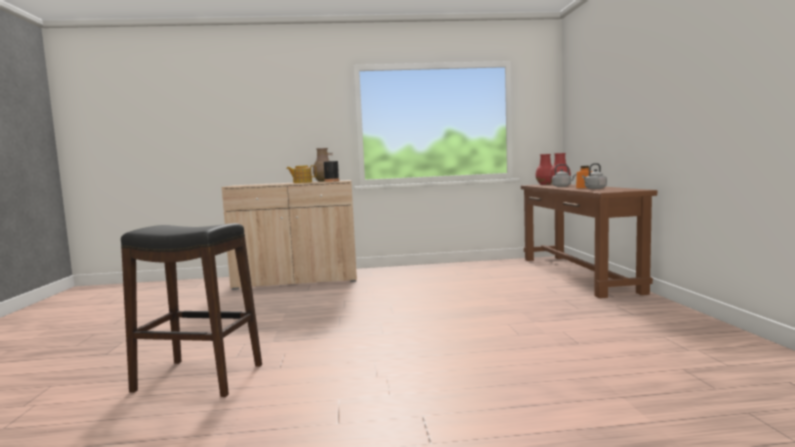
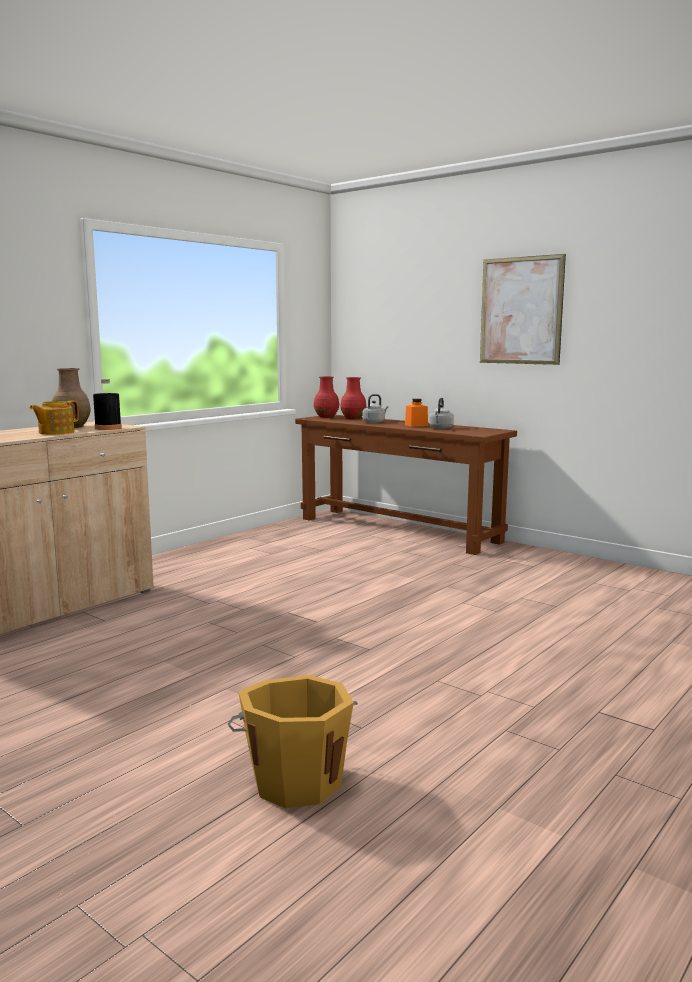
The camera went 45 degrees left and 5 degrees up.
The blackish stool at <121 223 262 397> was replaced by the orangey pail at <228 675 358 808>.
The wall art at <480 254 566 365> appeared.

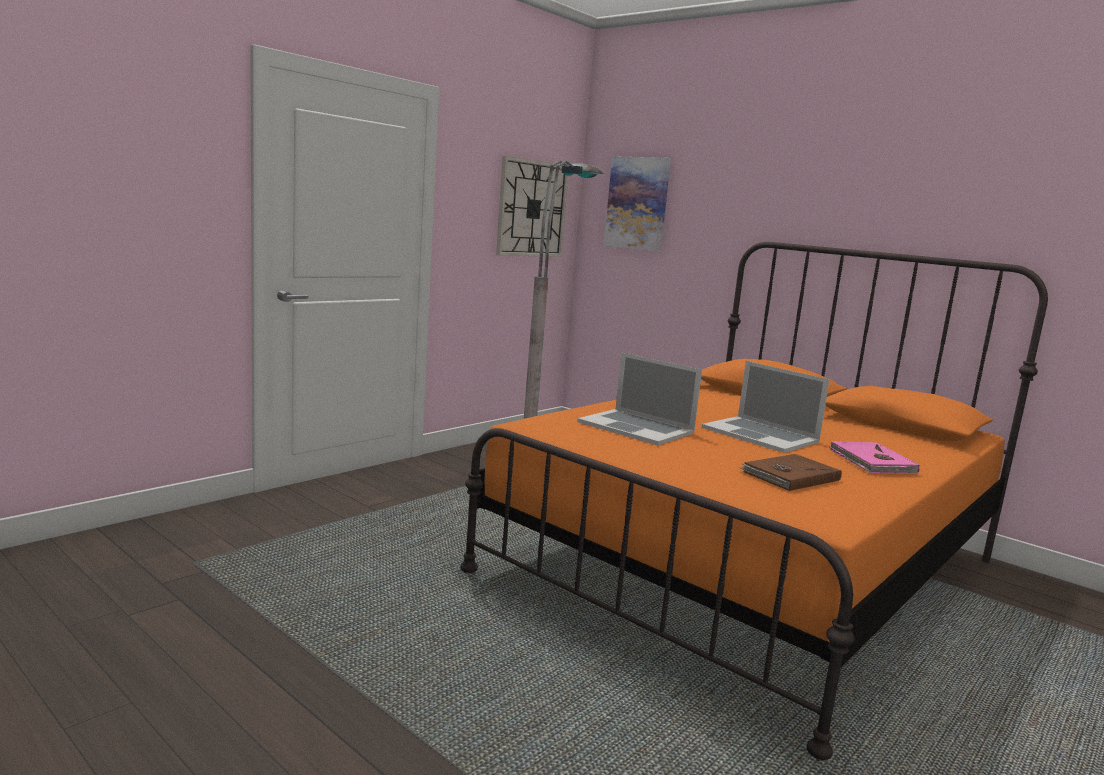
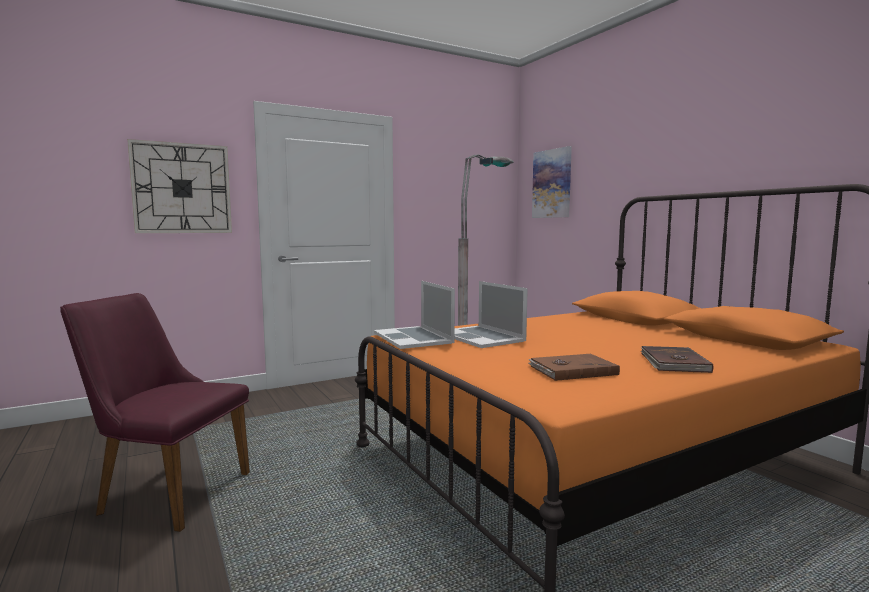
The camera went 20 degrees right and 5 degrees down.
The clock on the wall moved from <496 156 568 257> to <127 139 232 233>.
The portable computer moved from <702 361 830 453> to <374 281 455 349>.
The pinkish bound book at <830 441 920 474> became the brown bound book at <641 346 713 373>.
The purple-coloured upright chair at <60 293 250 532> appeared.

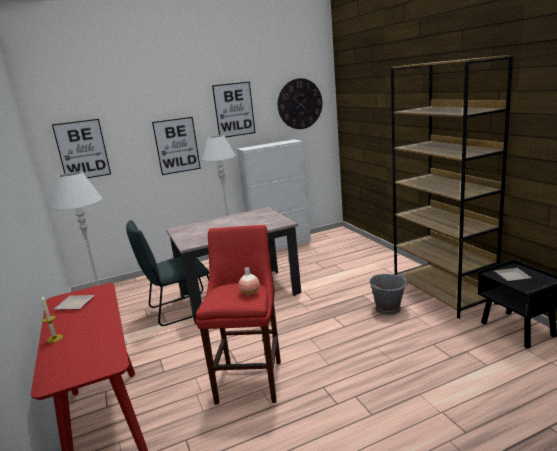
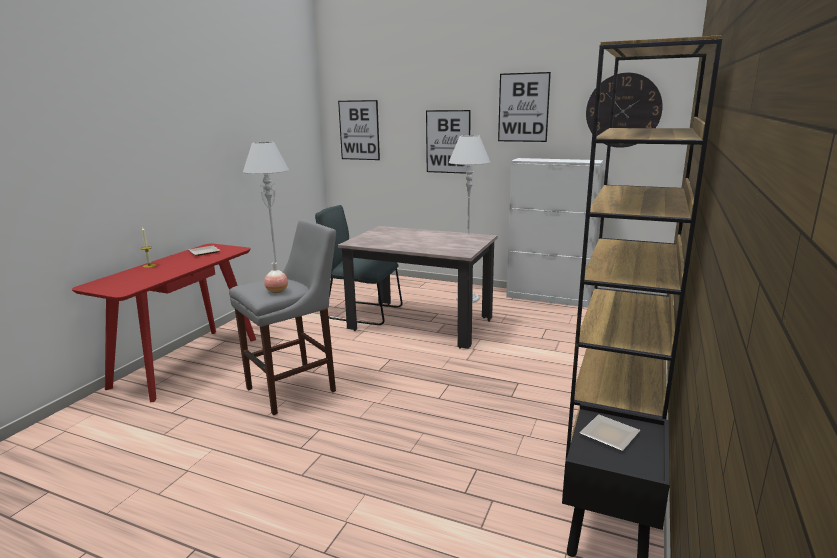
The camera went 45 degrees right and 0 degrees up.
The reddish stool at <196 225 281 404> became the grey stool at <229 219 336 415>.
The grey pail at <369 273 407 315> disappeared.

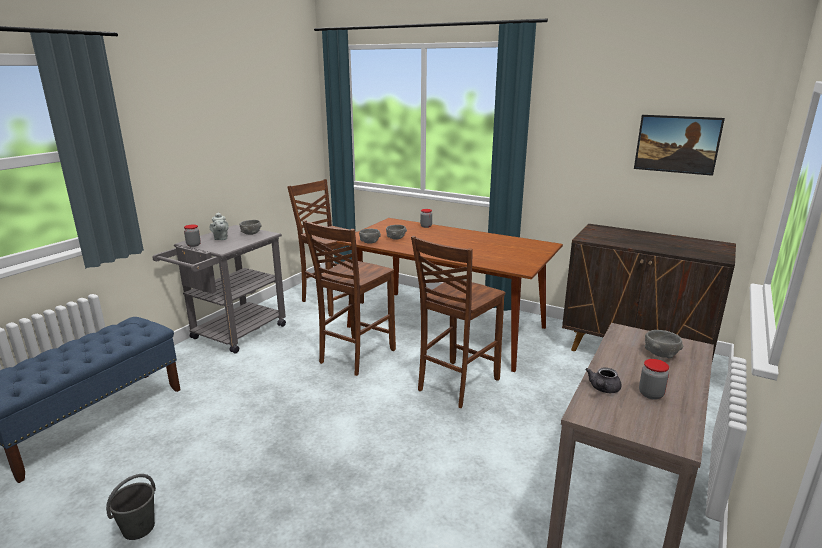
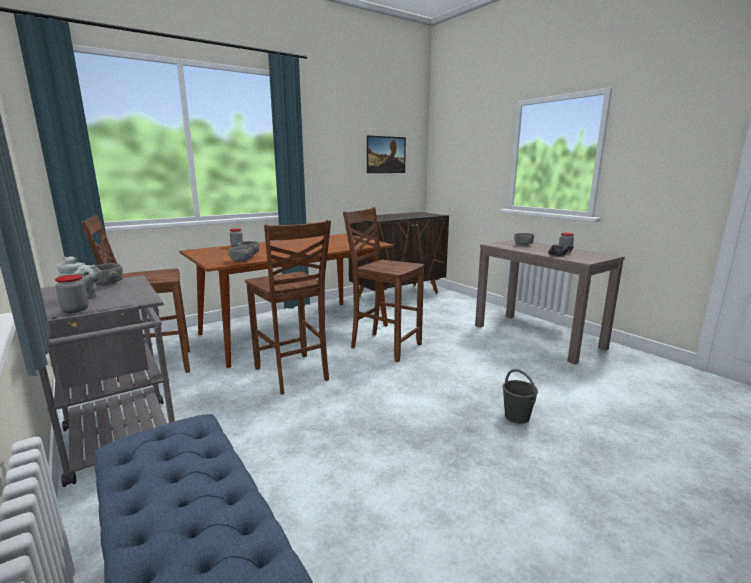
The camera went 65 degrees left and 5 degrees down.
The grey pail moved from <106 474 156 540> to <503 369 538 424>.
The brown upright chair at <411 236 505 408> turned 150 degrees clockwise.

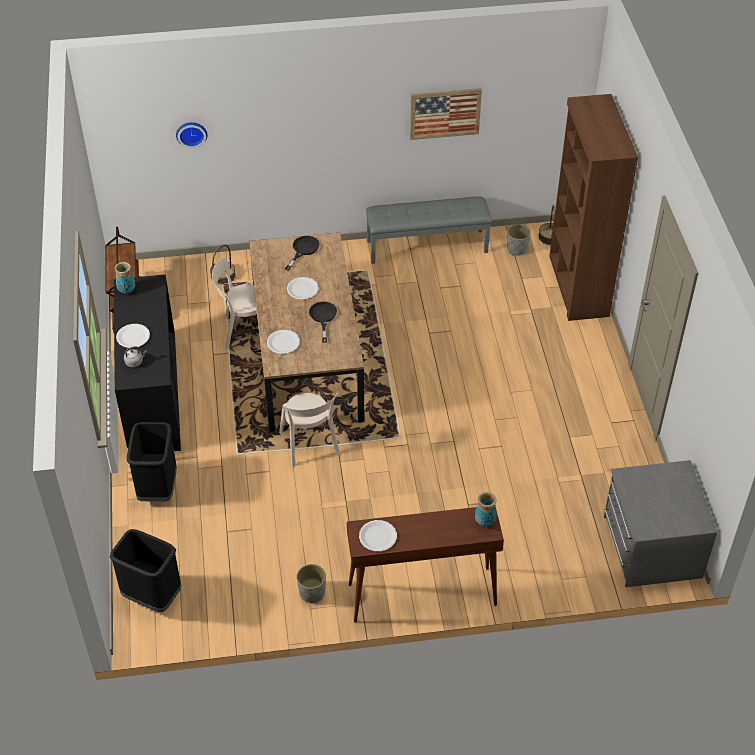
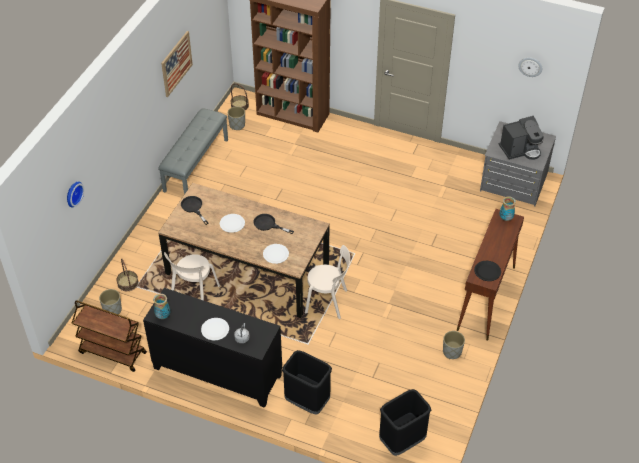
The camera went 60 degrees left and 0 degrees up.
The white dinner plate at <359 520 397 551> became the blackish dinner plate at <474 261 501 281>.
The grey planter at <99 289 122 315> appeared.
The coffee machine at <499 116 544 160> appeared.
The clock on the wall at <518 57 542 77> appeared.

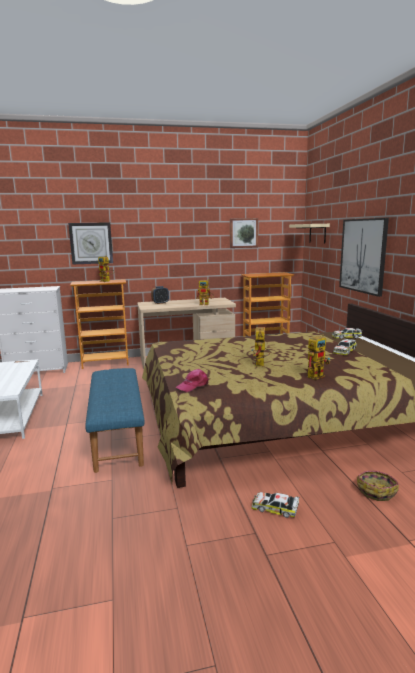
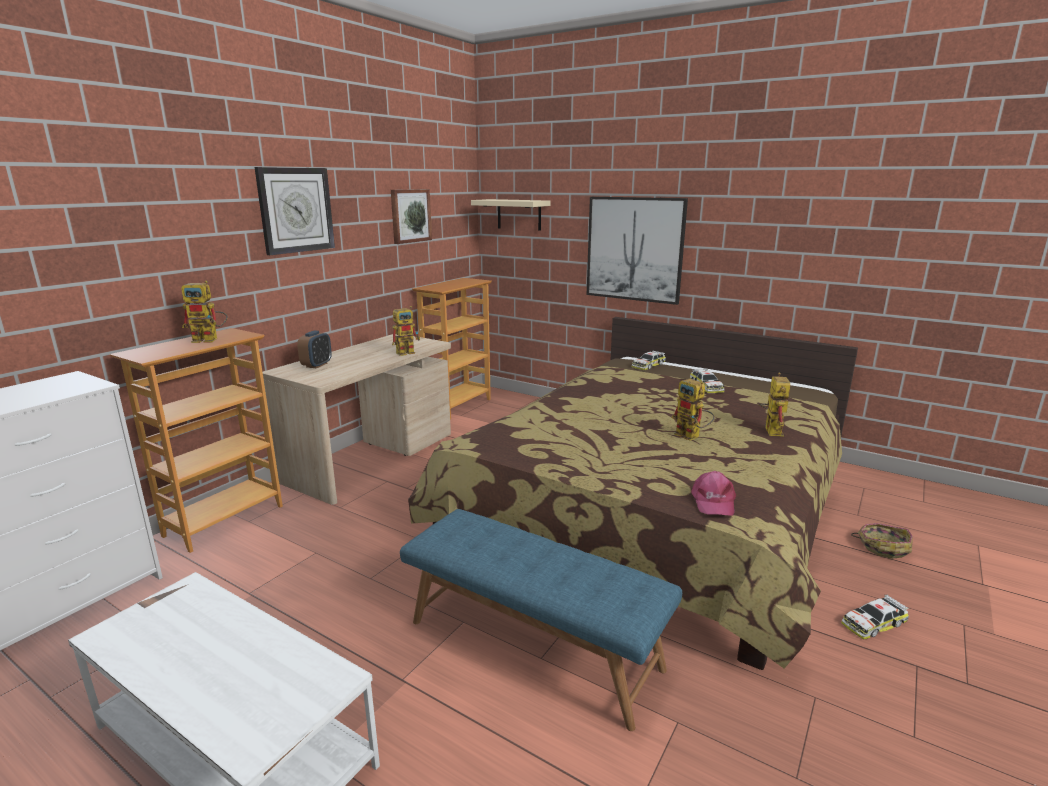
The camera went 45 degrees left and 5 degrees up.
The clock on the wall moved from <68 222 113 265> to <255 167 335 255>.

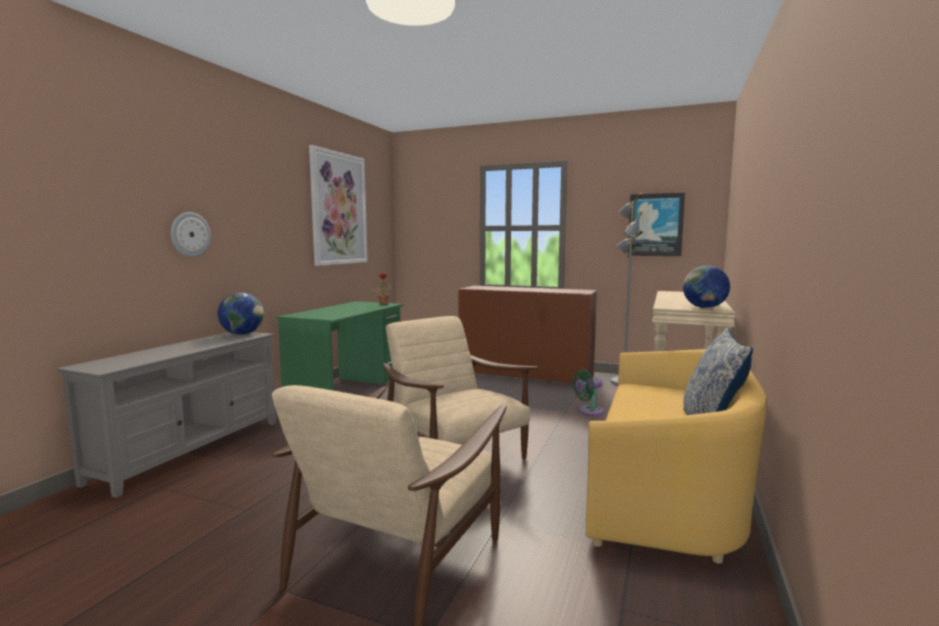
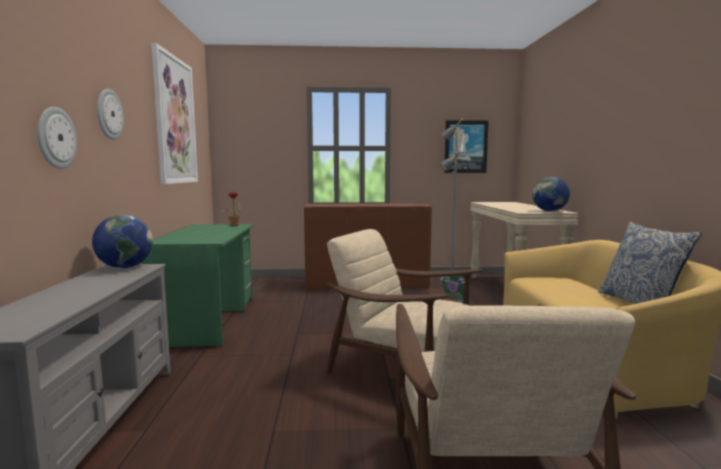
The camera went 25 degrees left and 0 degrees up.
The clock on the wall at <97 89 124 140> appeared.

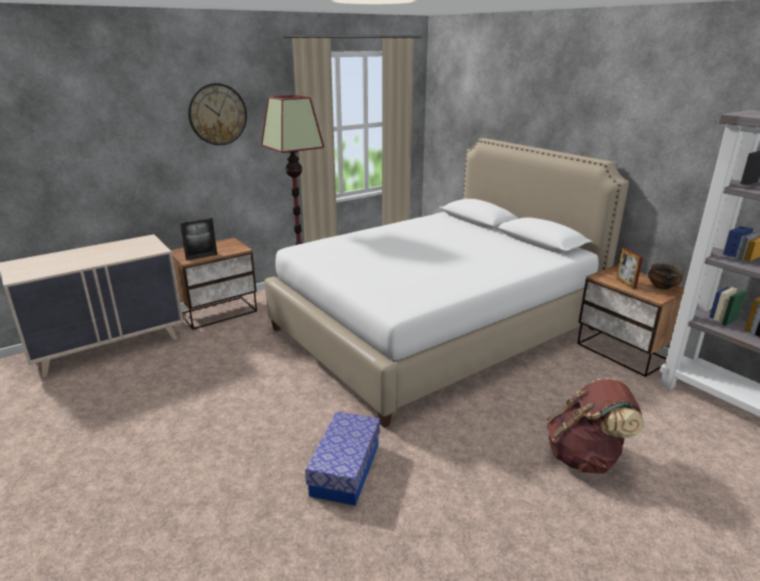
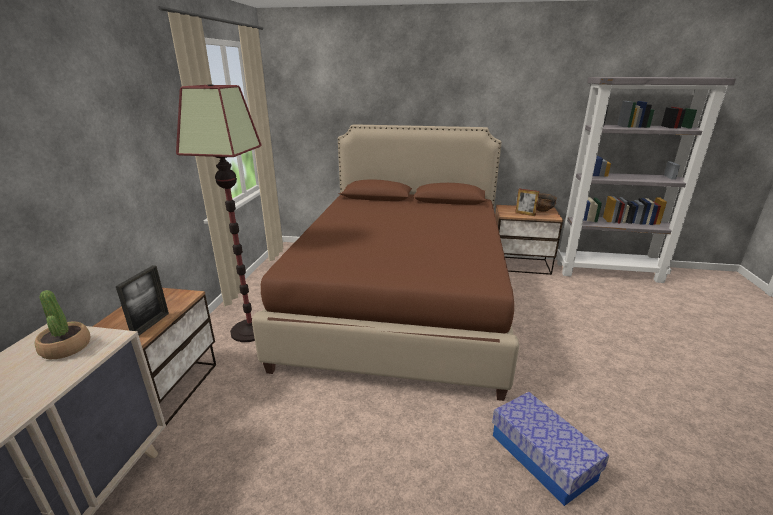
The camera went 45 degrees left and 0 degrees up.
The clock on the wall at <188 83 247 145> disappeared.
The white bedroom bed at <265 138 629 428> became the brown bedroom bed at <252 124 519 401>.
The brown knapsack at <547 378 643 474> disappeared.
The potted plant at <35 290 91 359> appeared.

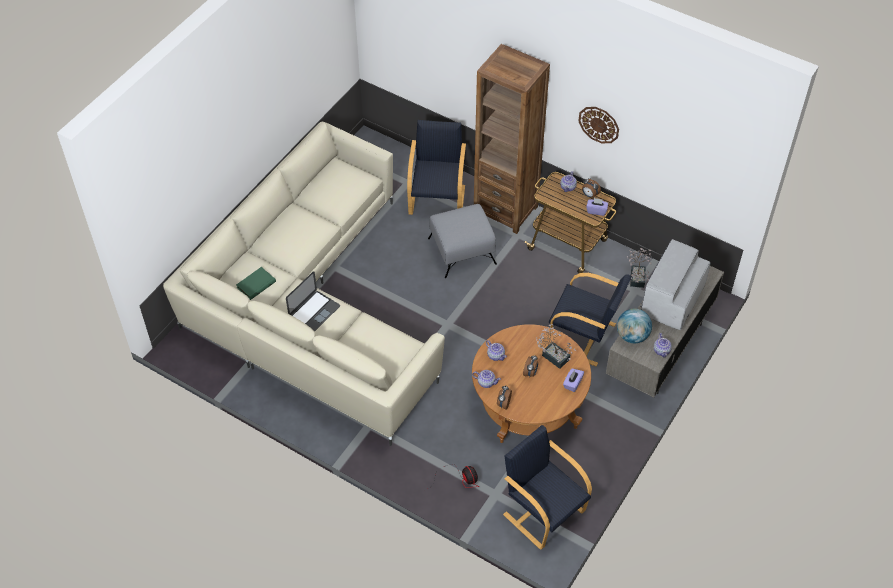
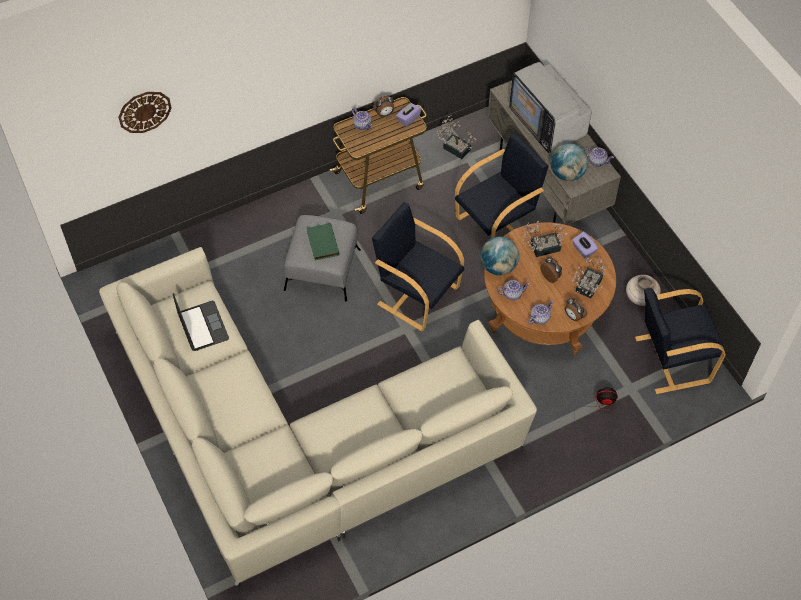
The camera went 60 degrees left and 5 degrees up.
The green bound book moved from <236 267 276 300> to <307 223 339 261>.
The portable computer moved from <286 271 340 332> to <173 293 229 351>.
The blackish armchair moved from <407 120 466 215> to <372 202 464 331>.
The brown shelving unit at <474 44 550 234> disappeared.
The clock on the wall moved from <578 107 619 143> to <118 92 172 133>.
The world globe at <480 237 519 275> appeared.
The potted plant at <572 257 606 298> appeared.
The beige vase at <626 275 661 306> appeared.

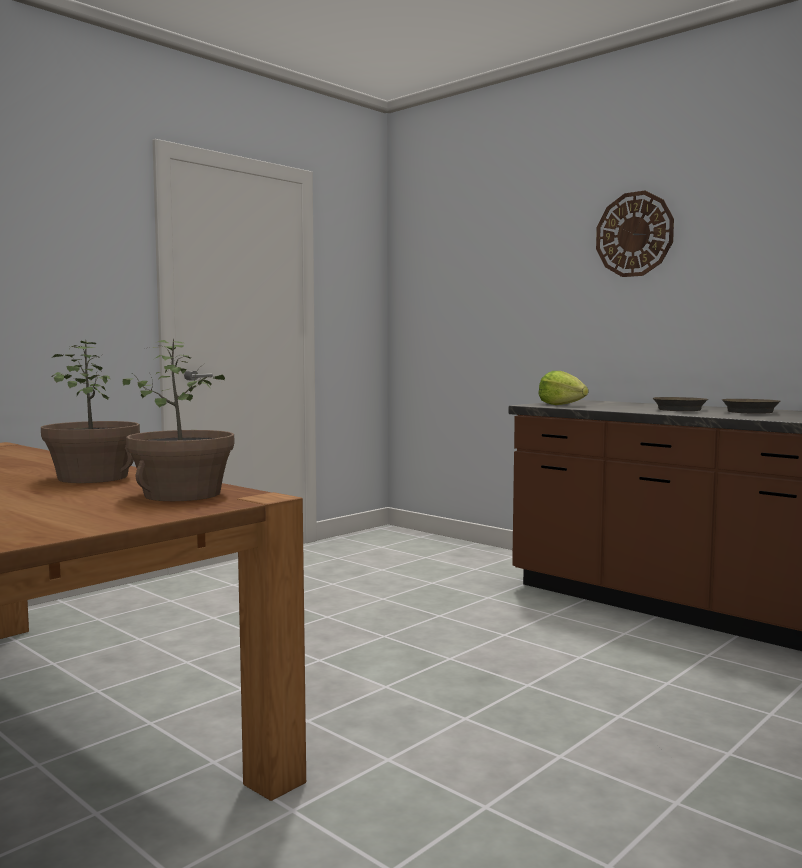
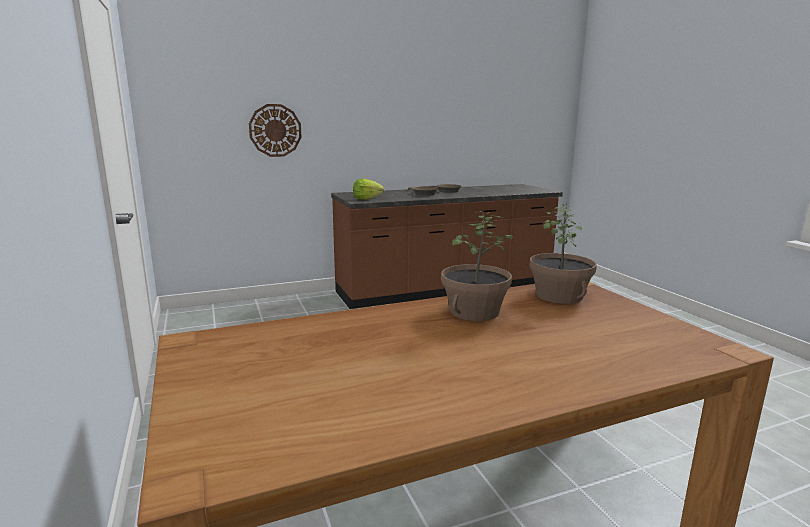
The camera went 65 degrees left and 10 degrees up.
The clock on the wall moved from <596 191 674 277> to <249 104 302 157>.

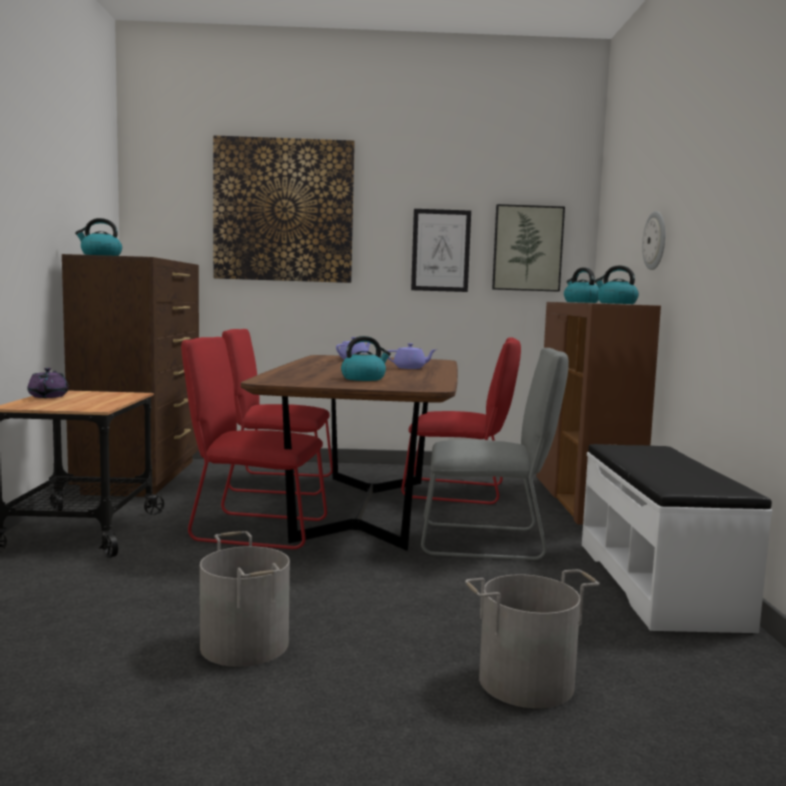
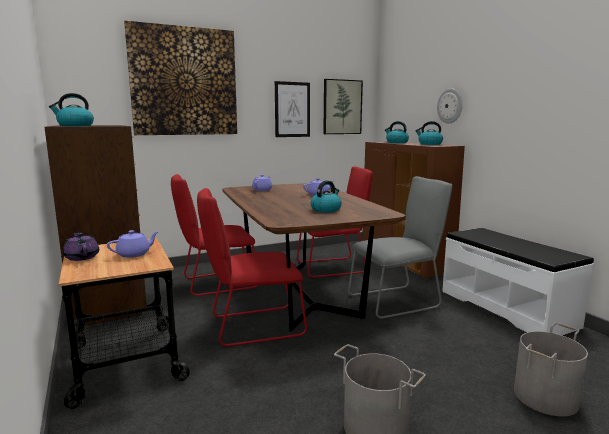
The camera went 25 degrees left and 5 degrees up.
The purple-coloured tea pot at <107 230 158 258> appeared.

